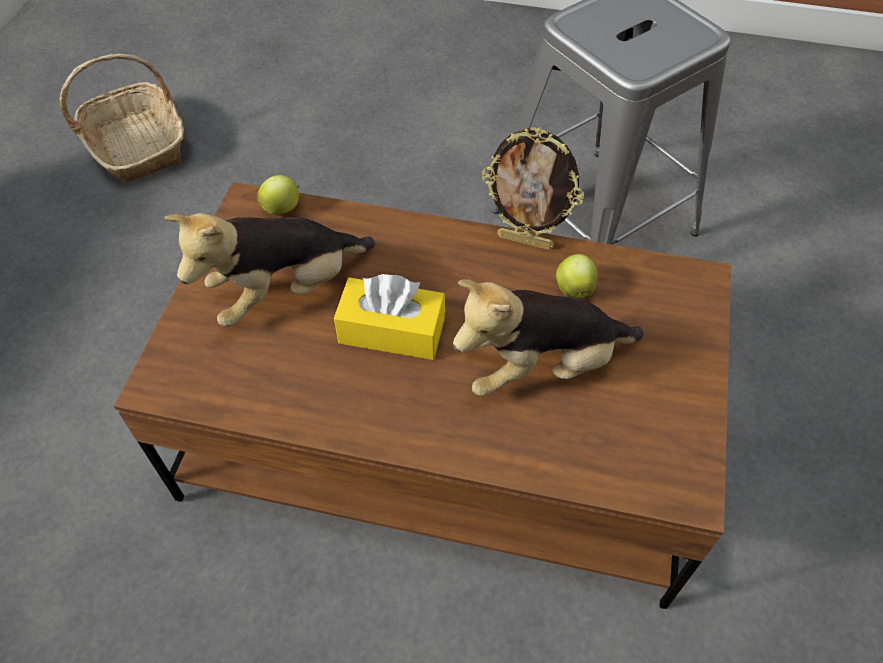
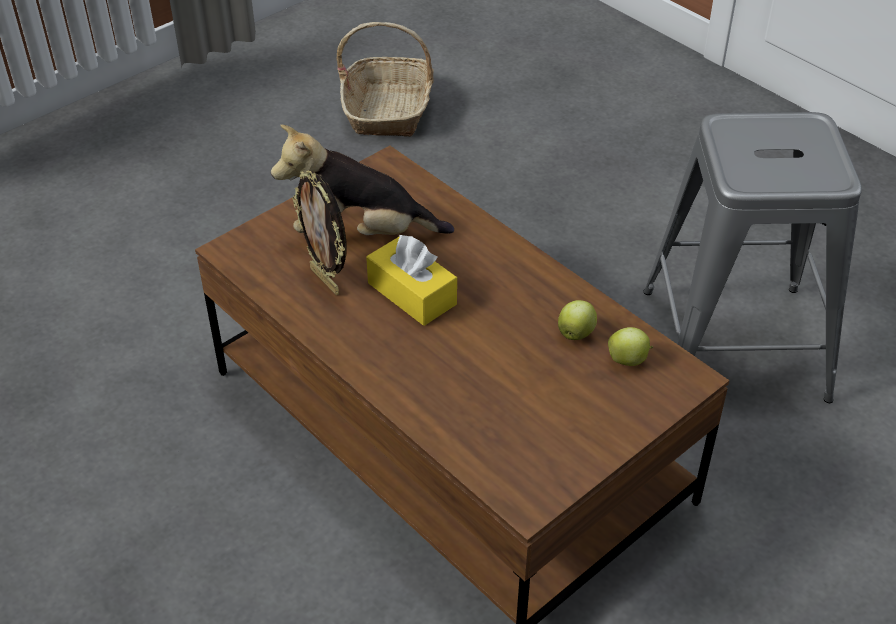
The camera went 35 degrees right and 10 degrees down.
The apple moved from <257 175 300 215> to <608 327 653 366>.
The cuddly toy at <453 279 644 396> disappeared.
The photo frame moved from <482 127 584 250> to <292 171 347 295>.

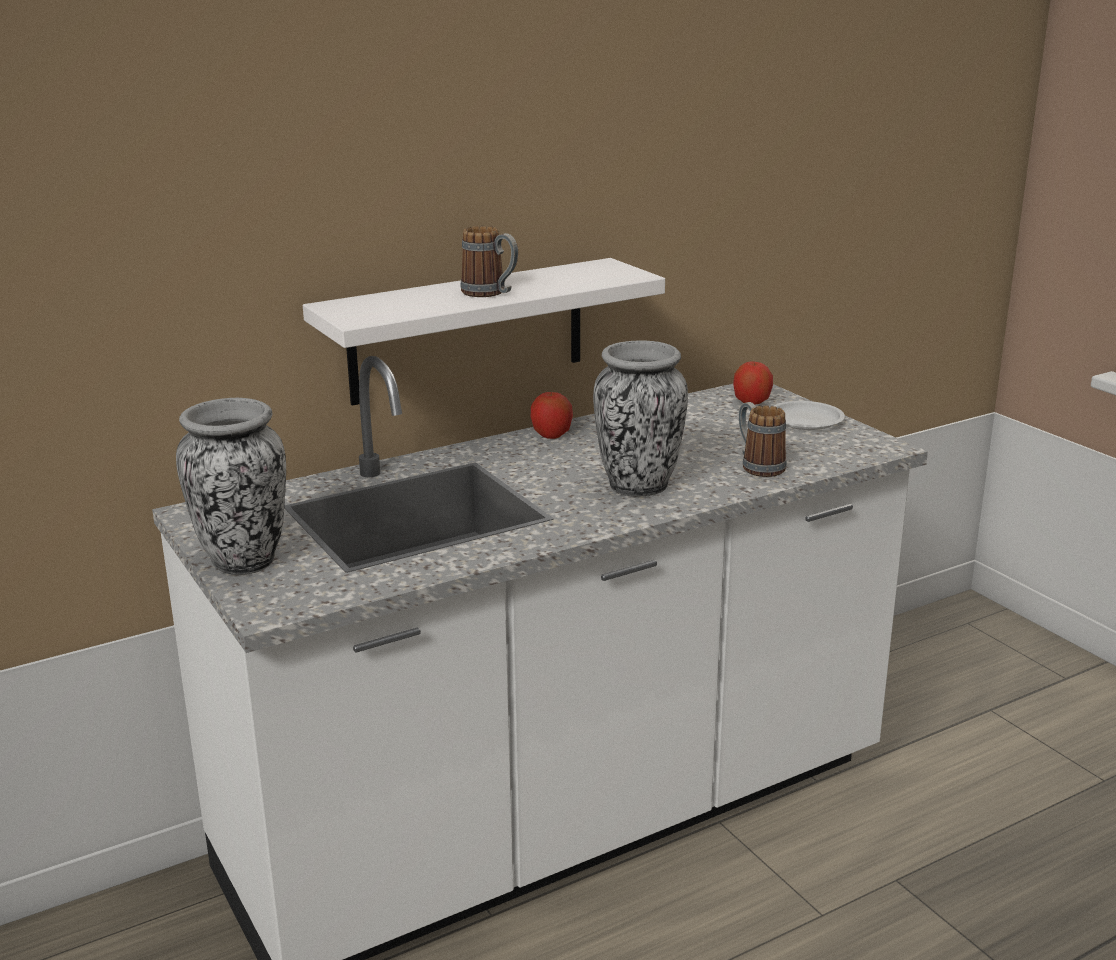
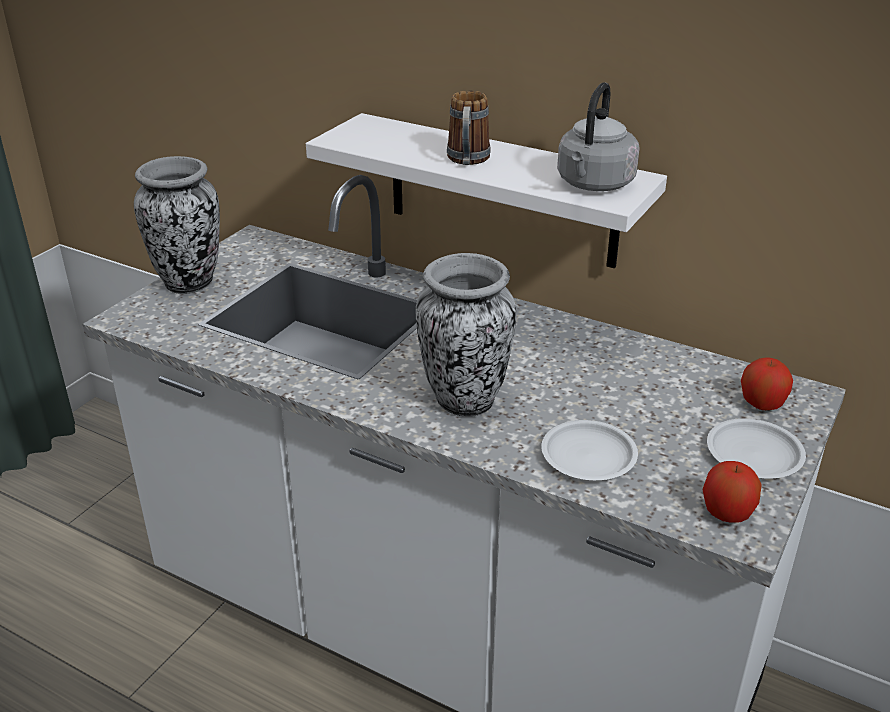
The camera went 60 degrees right and 10 degrees up.
The apple moved from <531 392 573 439> to <702 461 762 523>.
The tea mug at <739 402 786 477> was replaced by the white dinner plate at <541 420 638 480>.
The grey water kettle at <557 83 640 191> appeared.

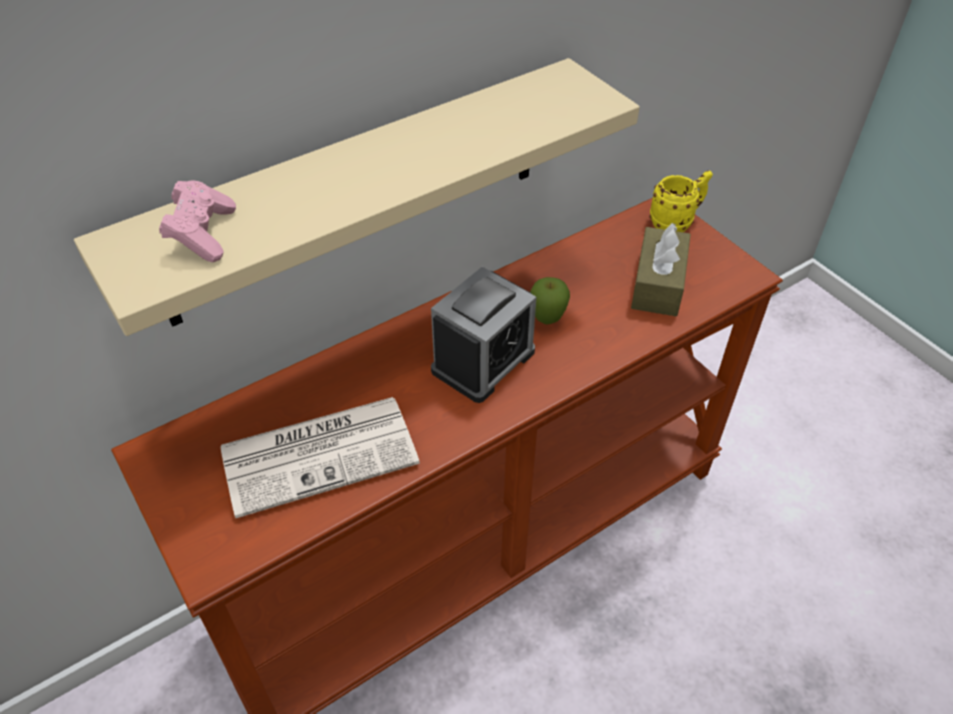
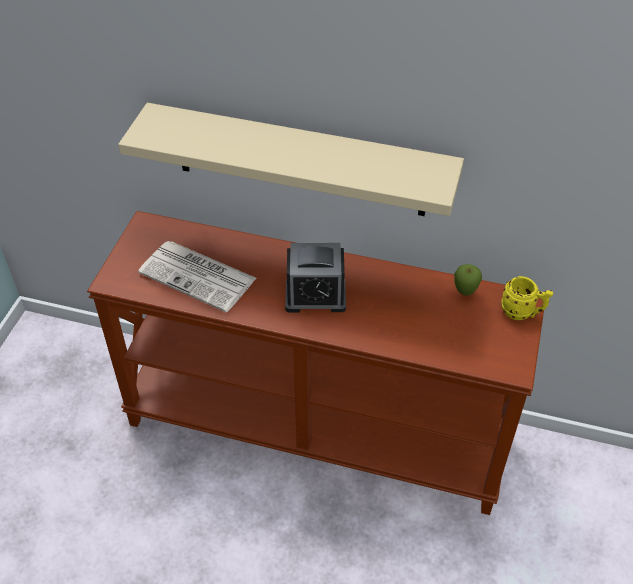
The camera went 50 degrees right and 0 degrees up.
The pinkish gamepad at <159 181 236 262> disappeared.
The apple moved from <530 277 570 324> to <454 264 482 296>.
The brown tissue holder at <631 223 691 316> disappeared.

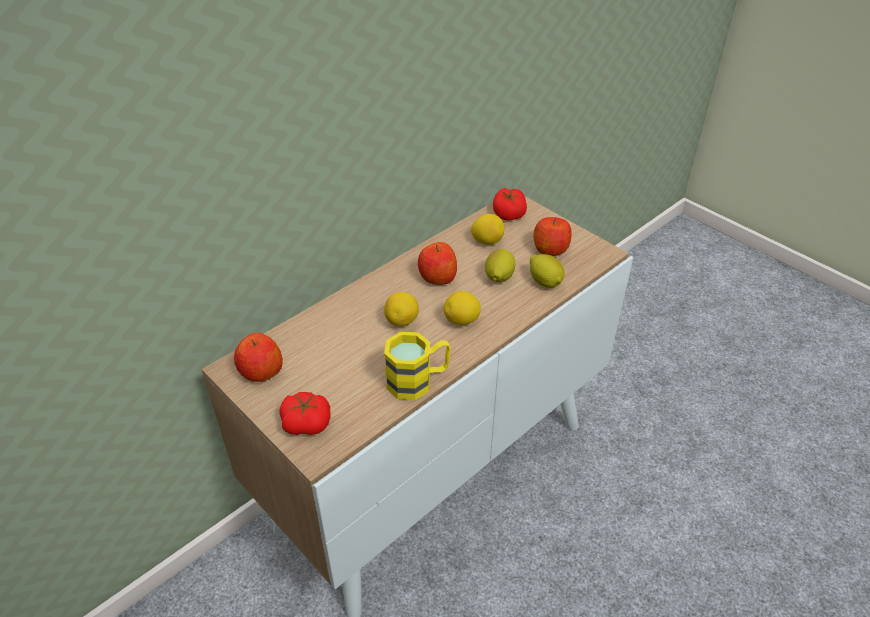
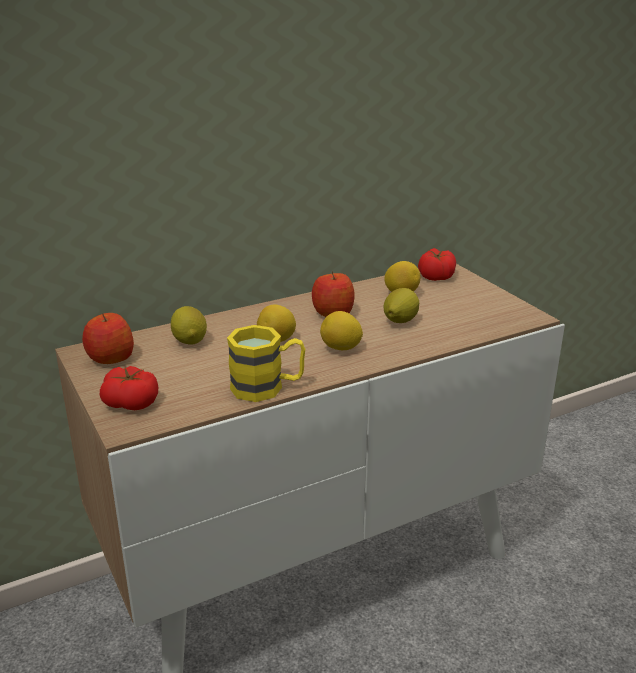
The camera went 15 degrees right and 15 degrees down.
The citrus fruit moved from <530 254 564 287> to <171 306 207 345>.
The apple at <533 217 572 256> disappeared.

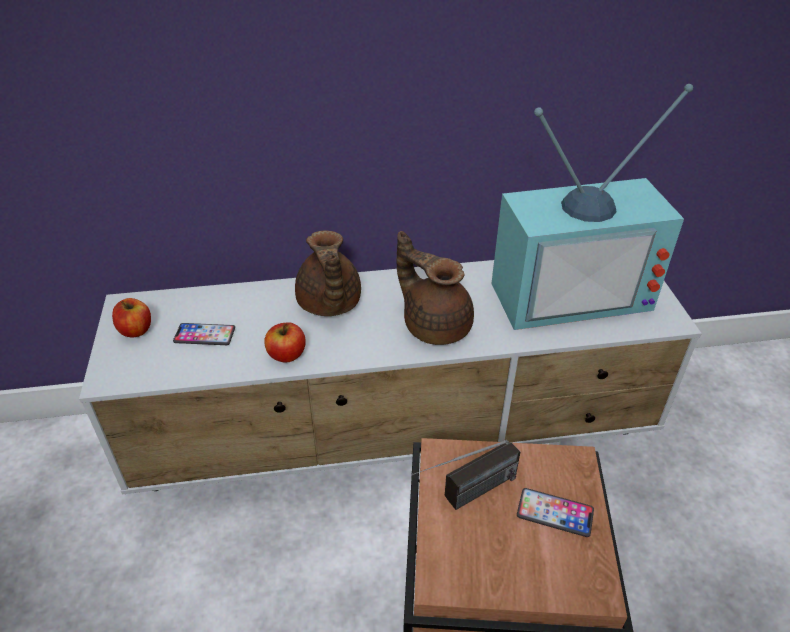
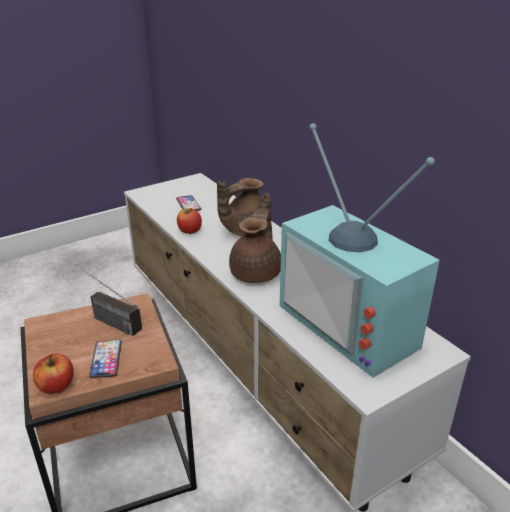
The camera went 65 degrees right and 10 degrees down.
The apple moved from <112 298 151 338> to <33 353 74 394>.

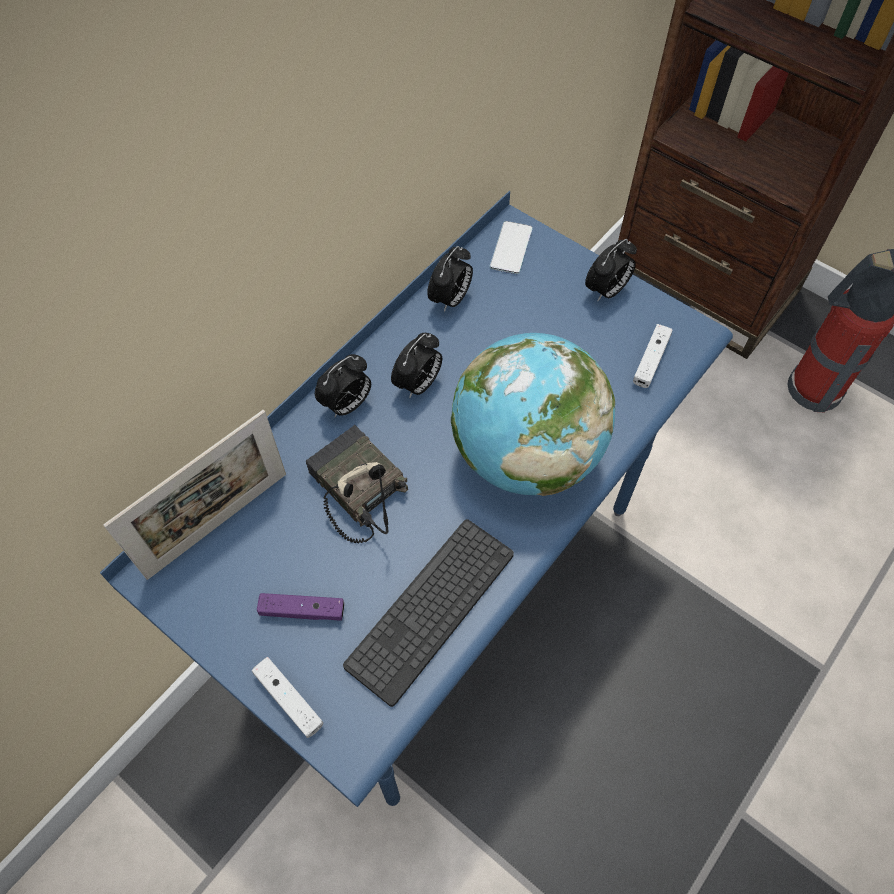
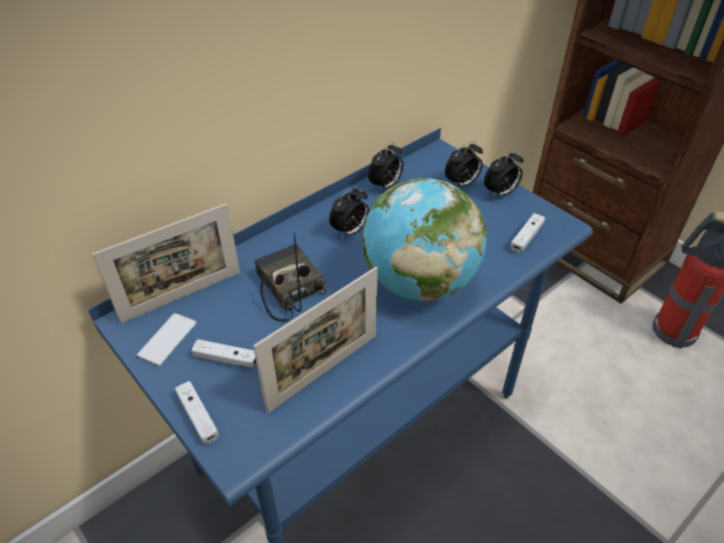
The camera went 10 degrees right and 15 degrees down.
The purple-coloured gamepad at <257 593 344 621> became the white gamepad at <191 339 256 368>.
The table clock moved from <315 354 371 417> to <445 141 483 186>.
The keyboard at <343 519 514 707> was replaced by the photo frame at <253 267 378 413>.
The handset moved from <490 221 533 274> to <136 313 197 367>.

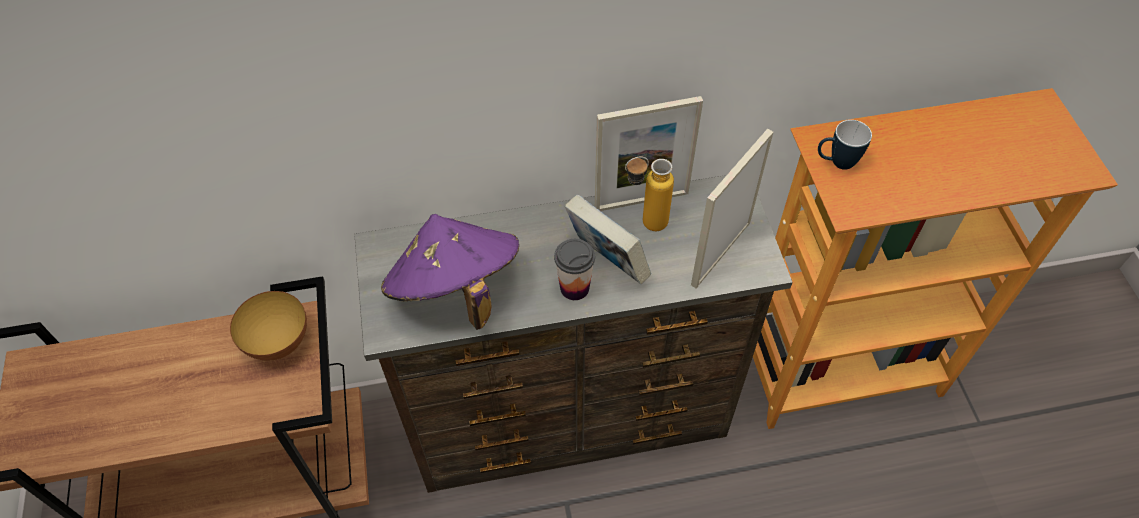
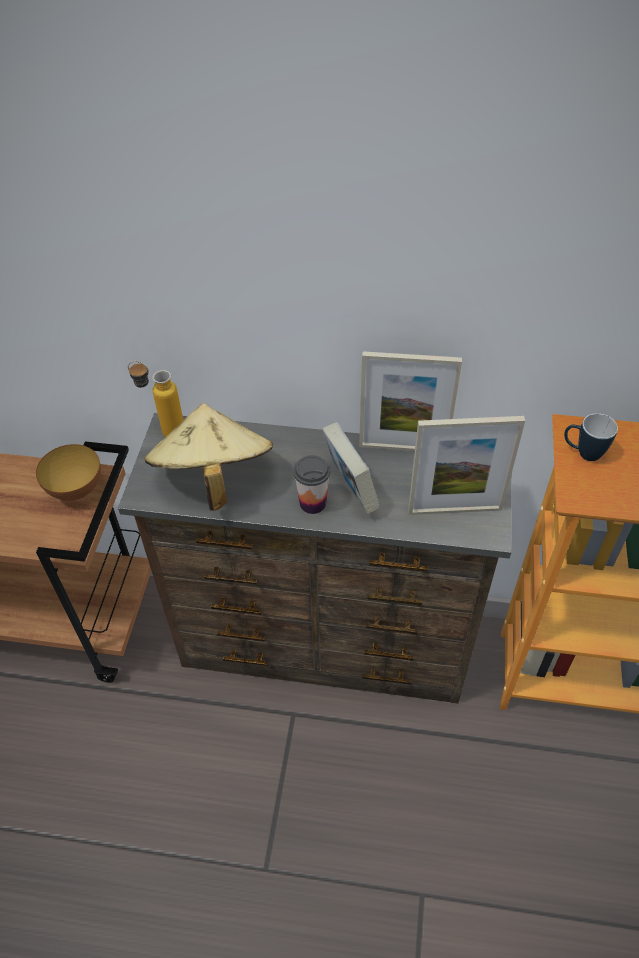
The camera went 20 degrees right and 5 degrees down.
The purple-coloured clothing hat at <381 214 519 330> became the beige clothing hat at <145 403 273 511>.
The drink bottle moved from <625 157 674 231> to <128 361 183 437>.
The photo frame at <691 129 773 288> turned 150 degrees counterclockwise.

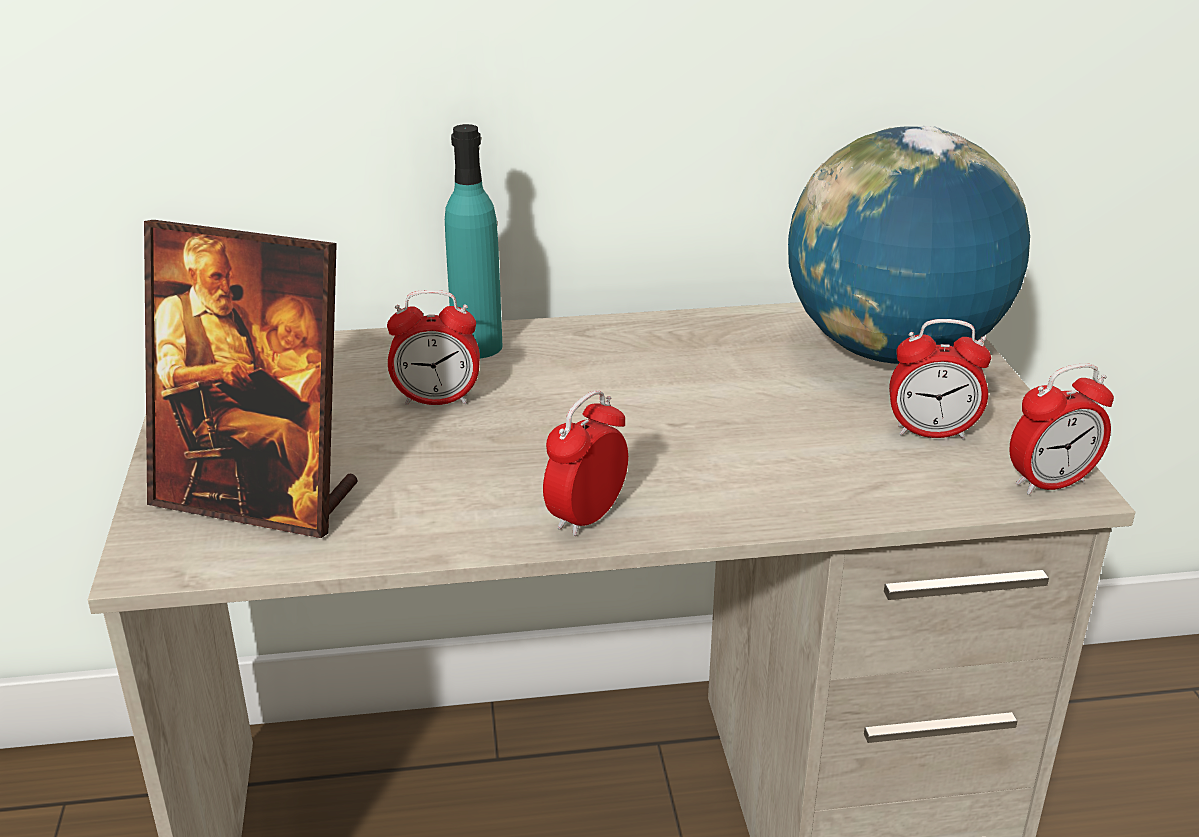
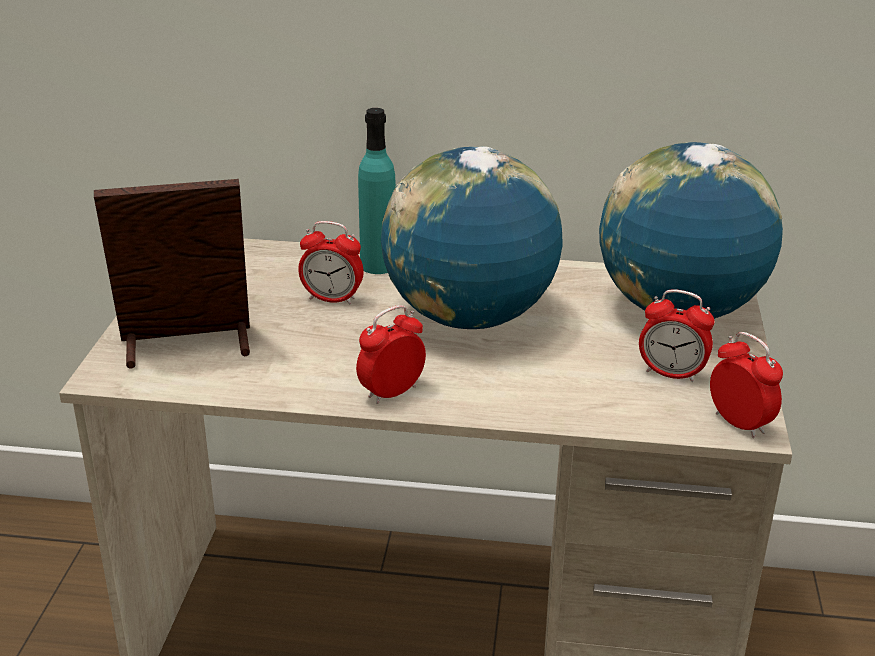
The camera went 15 degrees right and 0 degrees up.
The photo frame at <144 220 357 538> turned 135 degrees clockwise.
The table clock at <1009 363 1114 495> turned 120 degrees counterclockwise.
The world globe at <381 146 563 329> appeared.

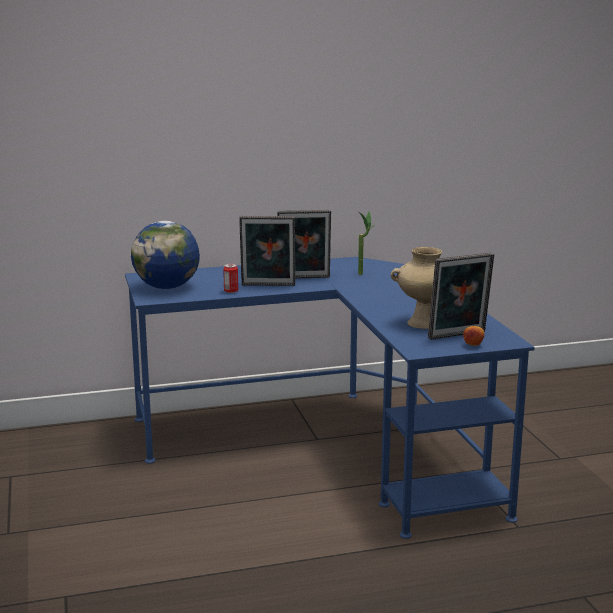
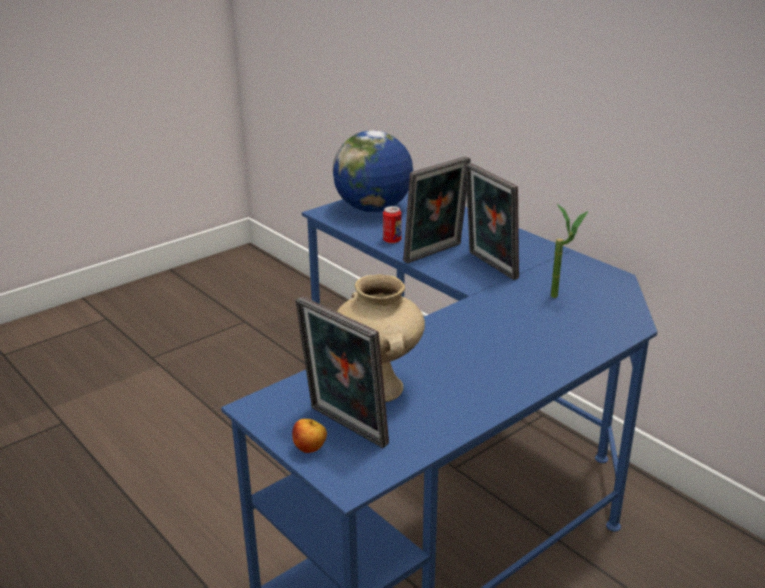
The camera went 65 degrees right and 10 degrees up.
The photo frame at <239 216 295 286> turned 105 degrees counterclockwise.

